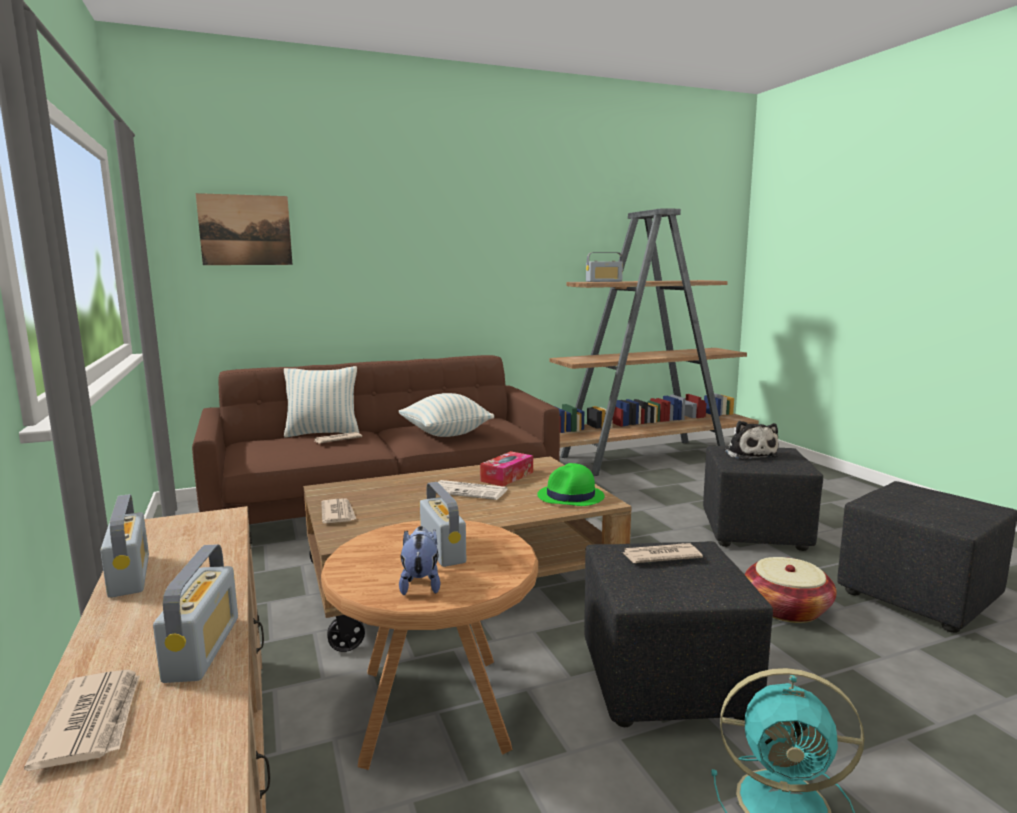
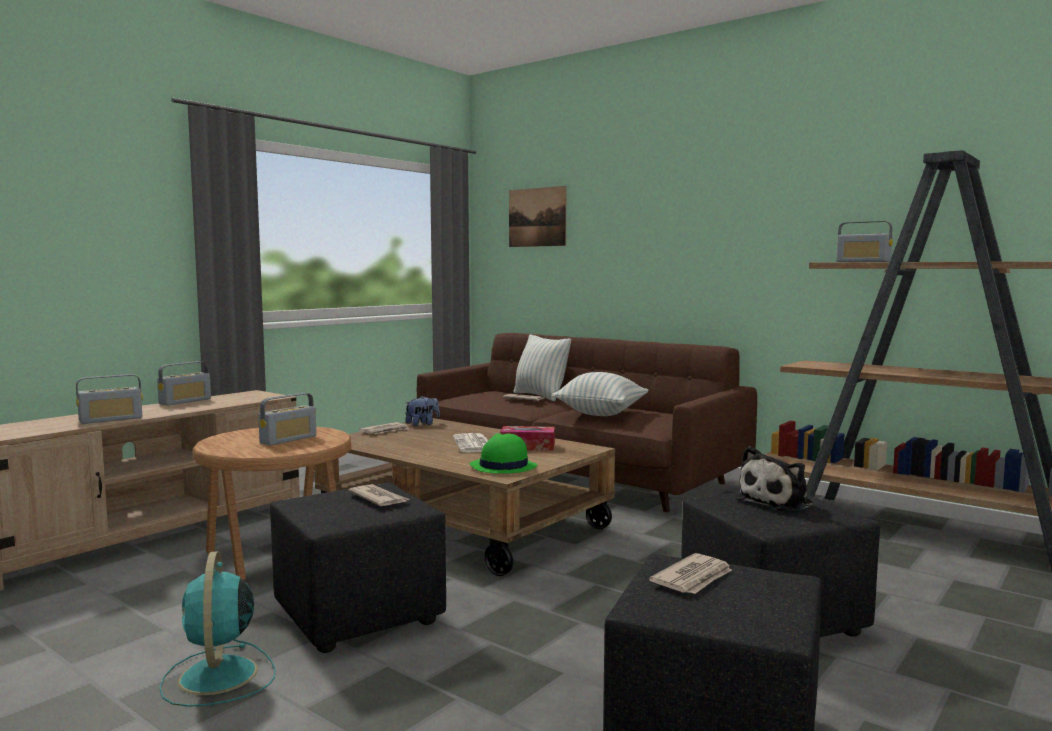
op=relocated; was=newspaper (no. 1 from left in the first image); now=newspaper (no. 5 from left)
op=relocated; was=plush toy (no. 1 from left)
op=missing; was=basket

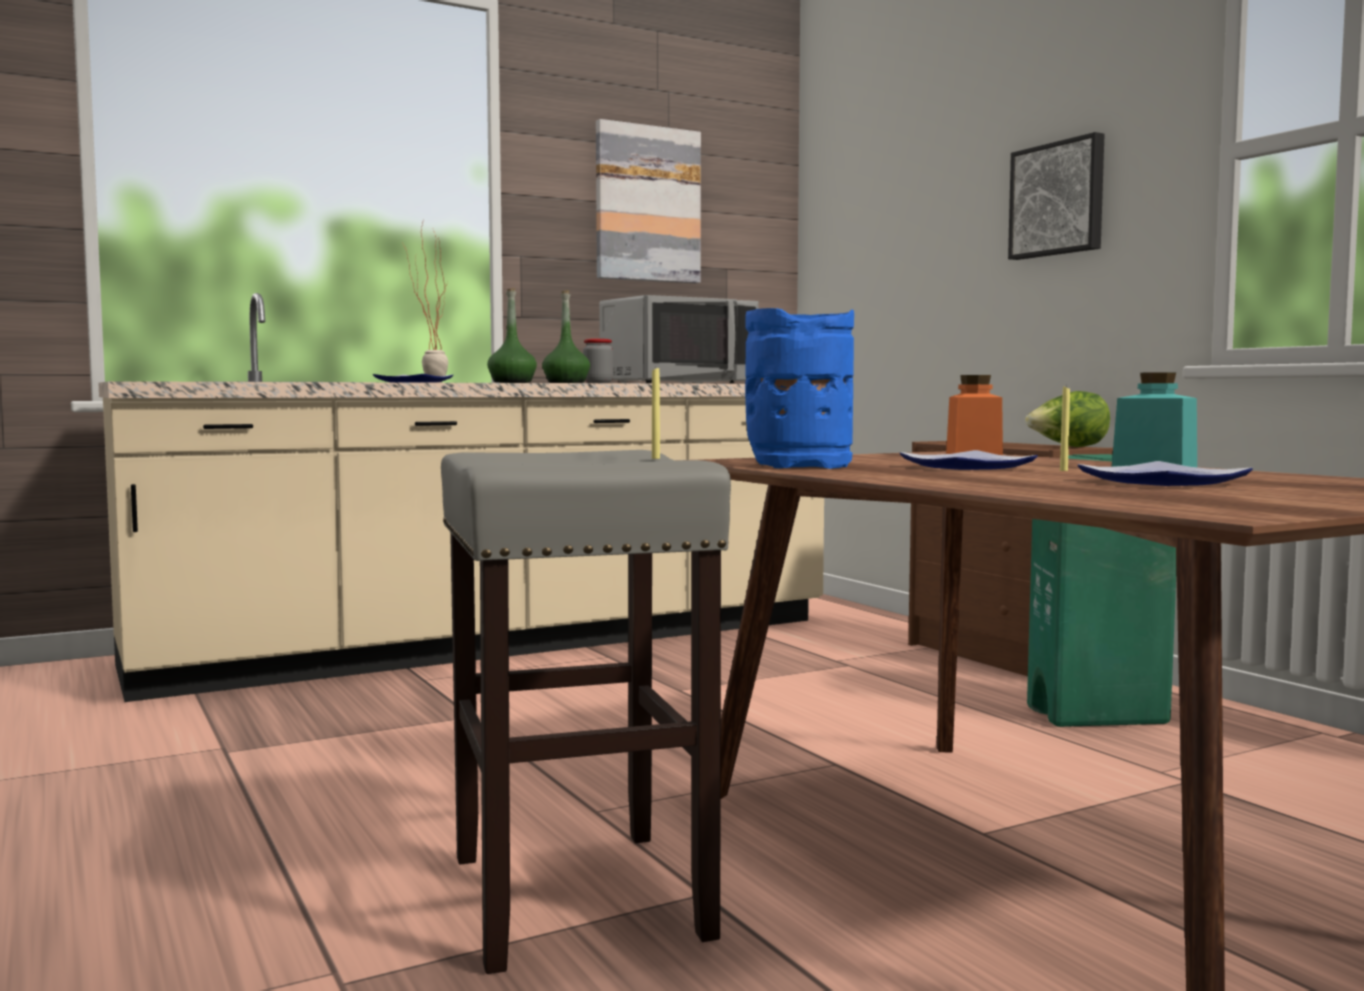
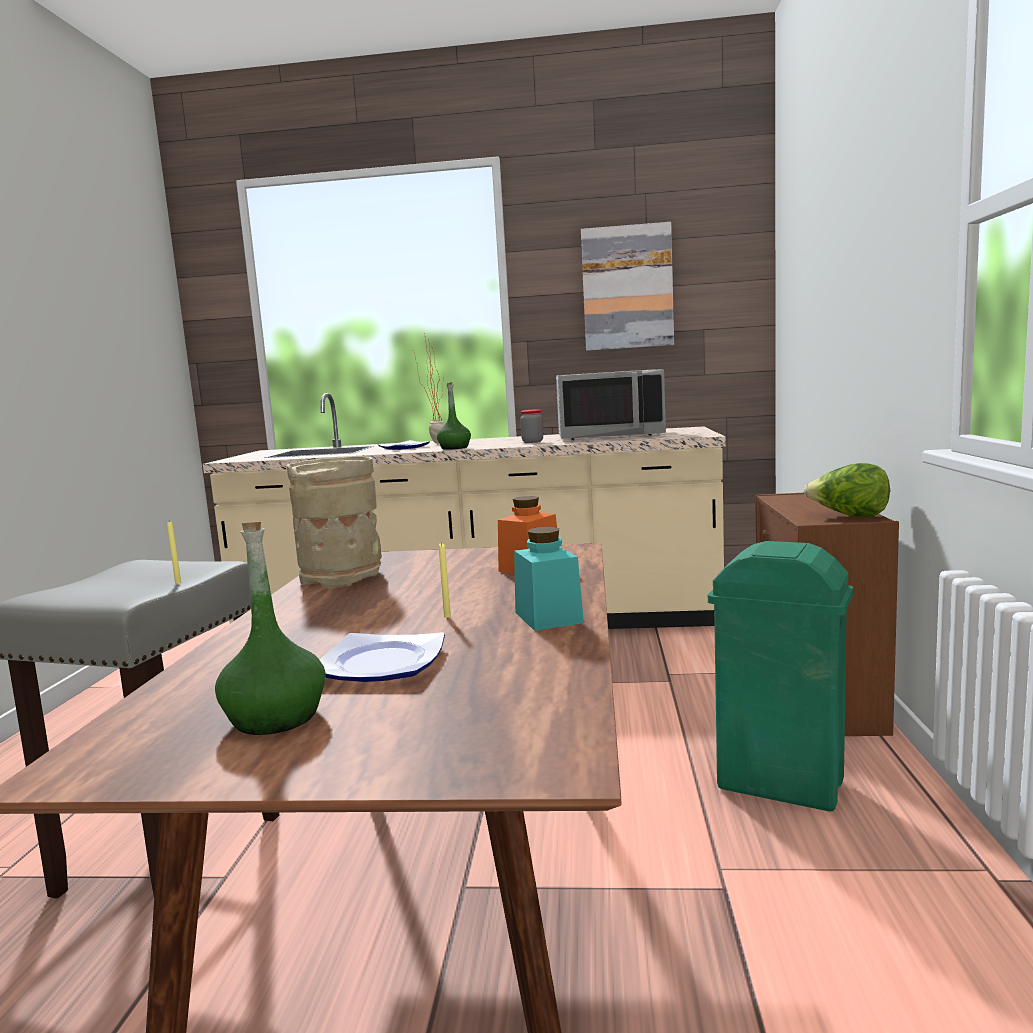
op=relocated; was=green bottle (no. 2 from left in the first image); now=green bottle (no. 1 from left)
op=colour; was=blue vase; now=beige vase
op=missing; was=plate (no. 2 from left)
op=missing; was=picture (no. 2 from left)

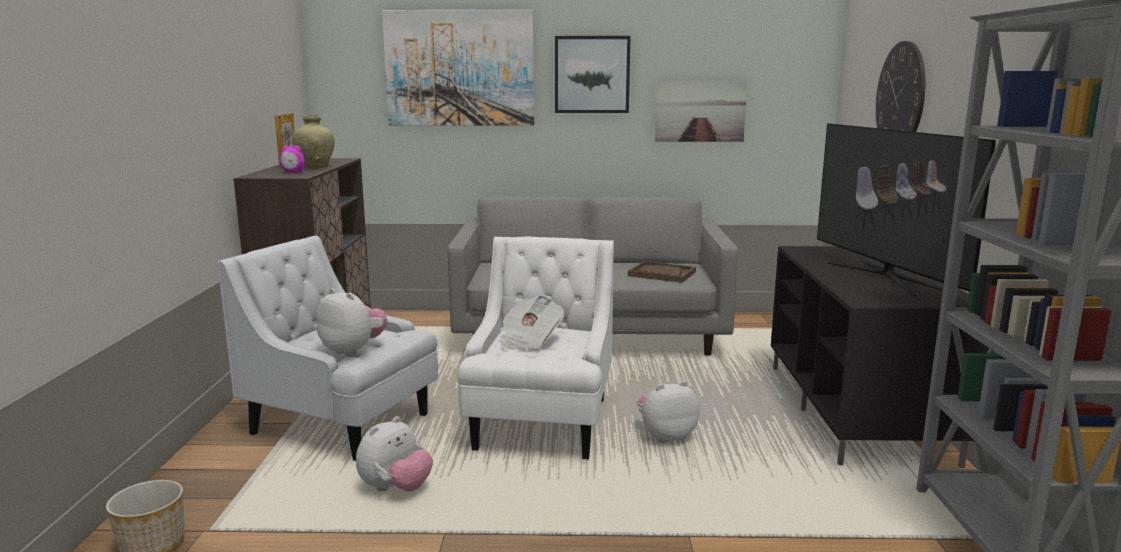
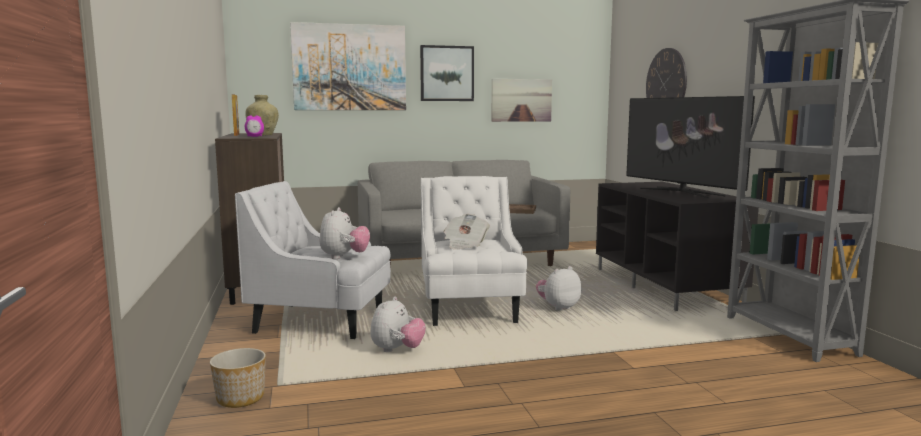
op=spun; was=plush toy (no. 1 from left); clockwise=75

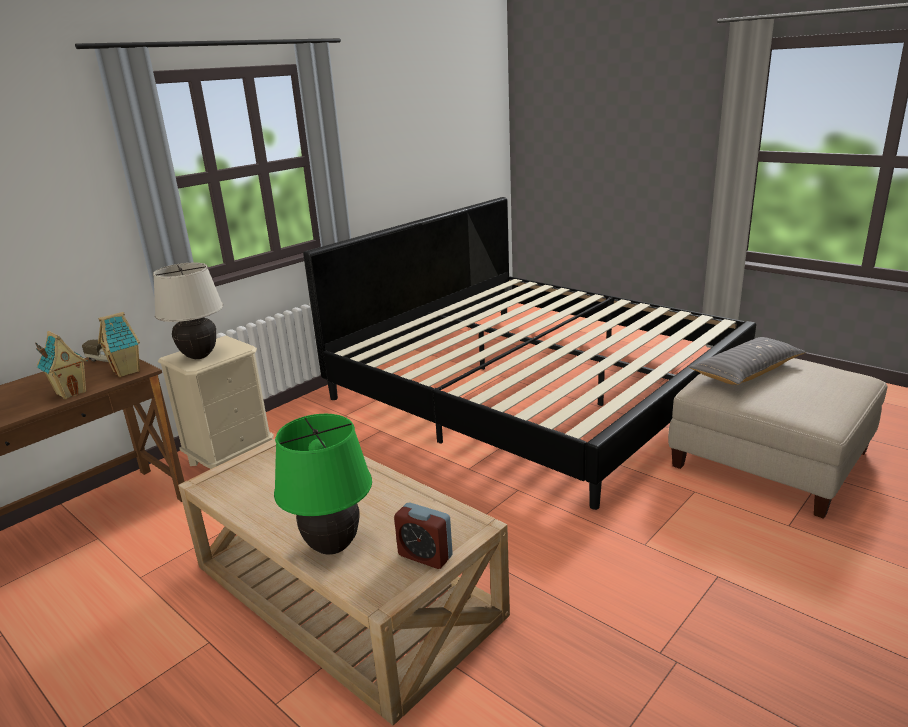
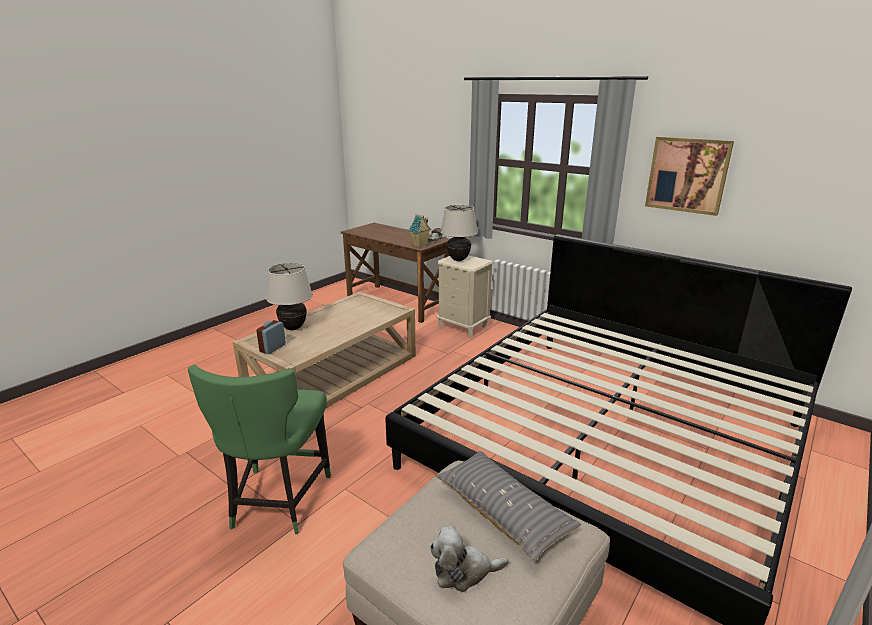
op=missing; was=toy house (no. 1 from left)
op=colour; was=green table lamp; now=beige table lamp (no. 1 from left)
op=appeared; now=green chair
op=appeared; now=plush toy
op=appeared; now=picture

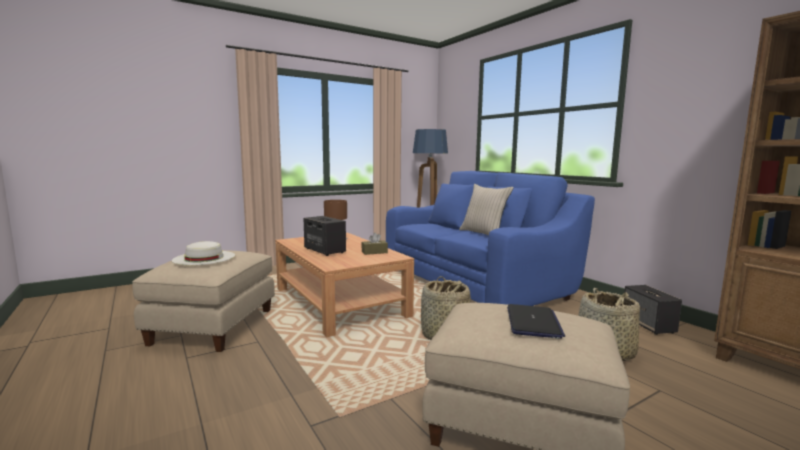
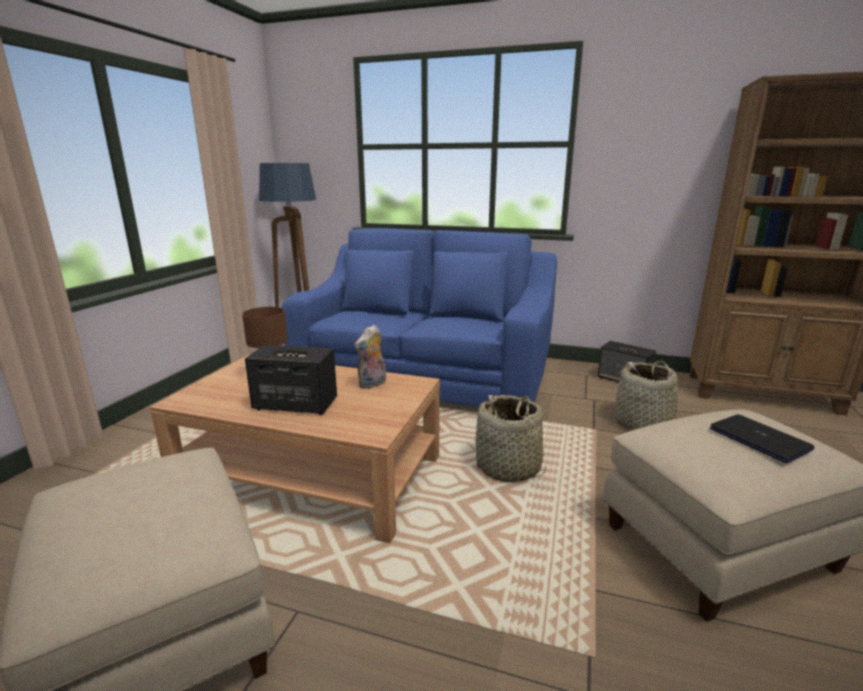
op=missing; was=white hat
op=exchanged; was=brown tissue box; now=plush toy
op=missing; was=beige pillow

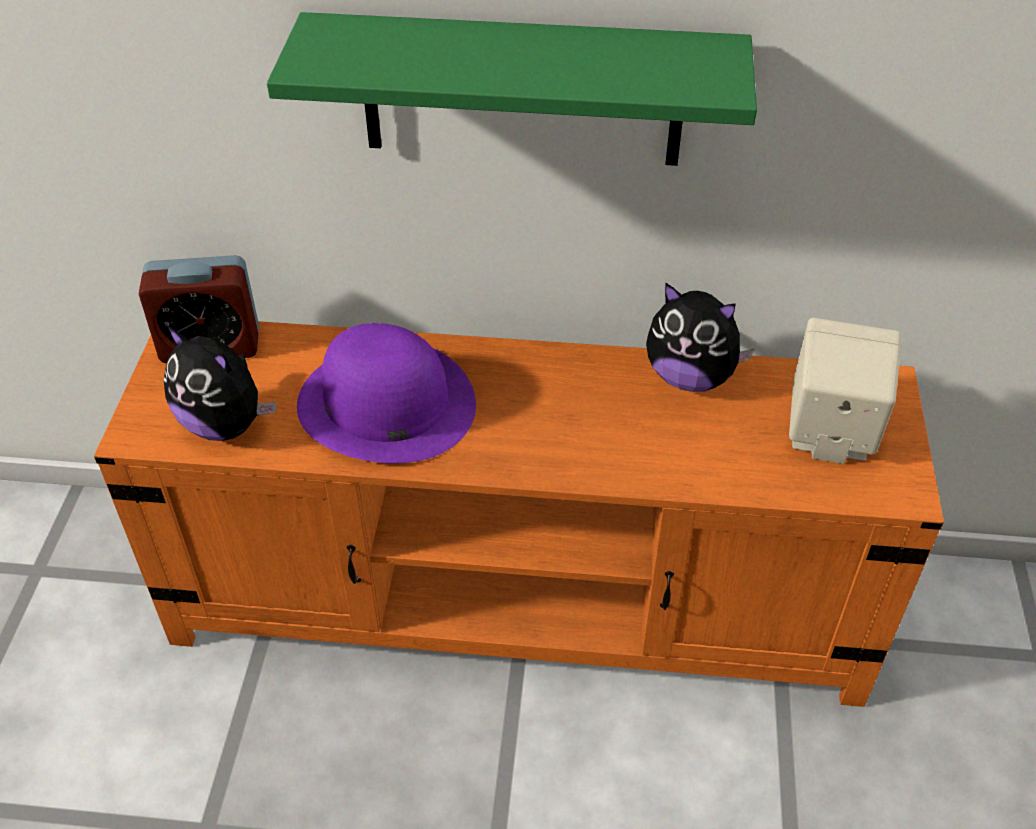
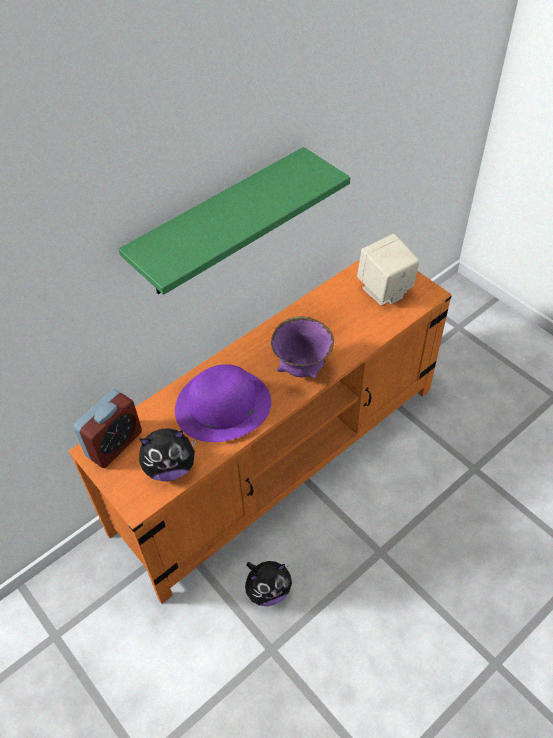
op=relocated; was=plush toy (no. 2 from left)
op=appeared; now=purple bowl

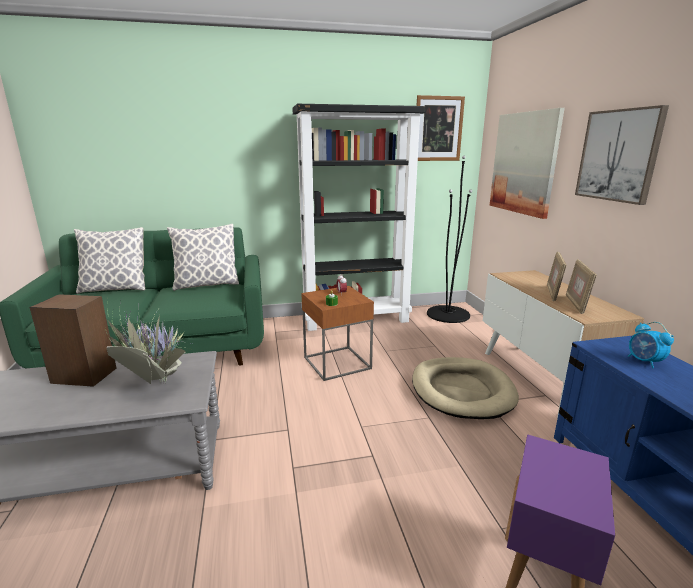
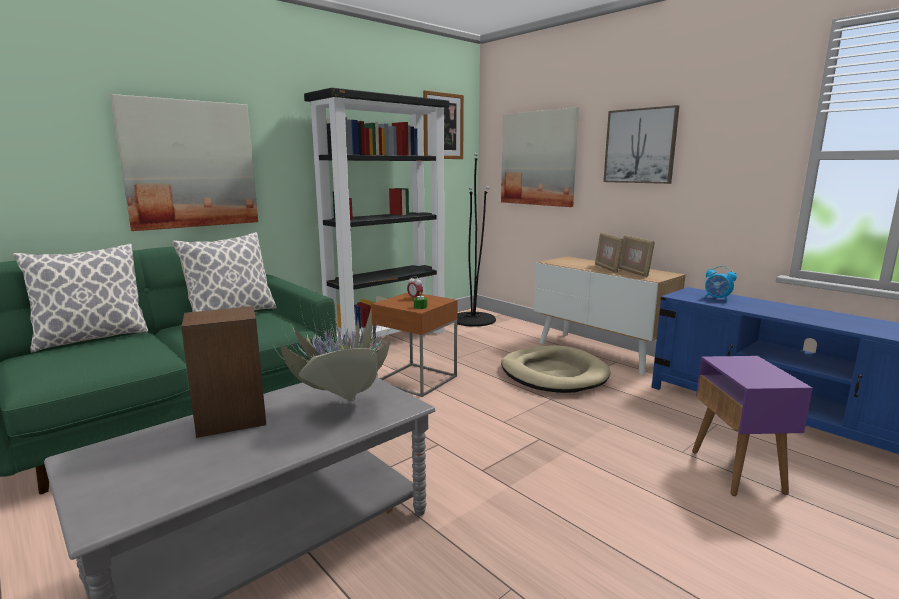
op=appeared; now=picture (no. 1 from left)

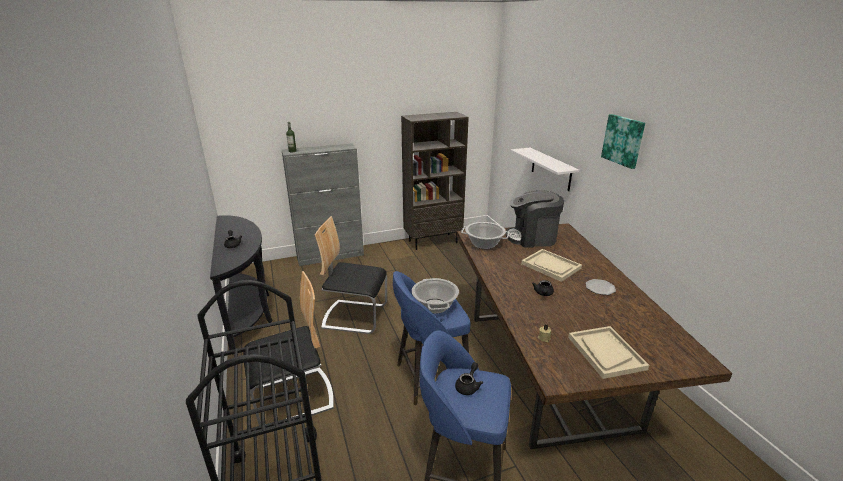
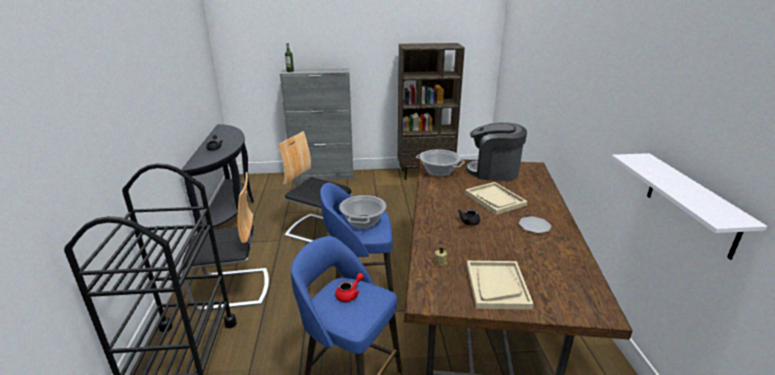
op=colour; was=black teapot (no. 2 from left); now=red teapot
op=relocated; was=white shelf
op=missing; was=picture

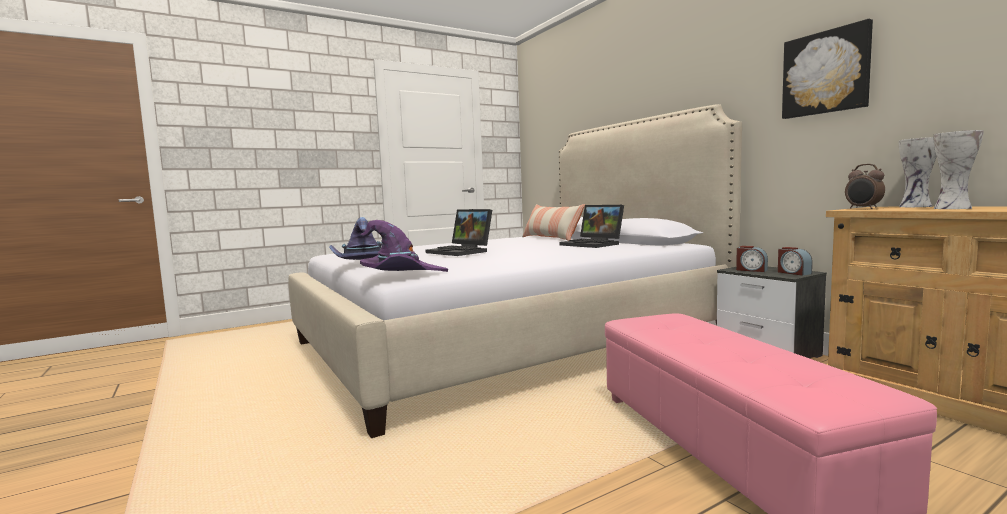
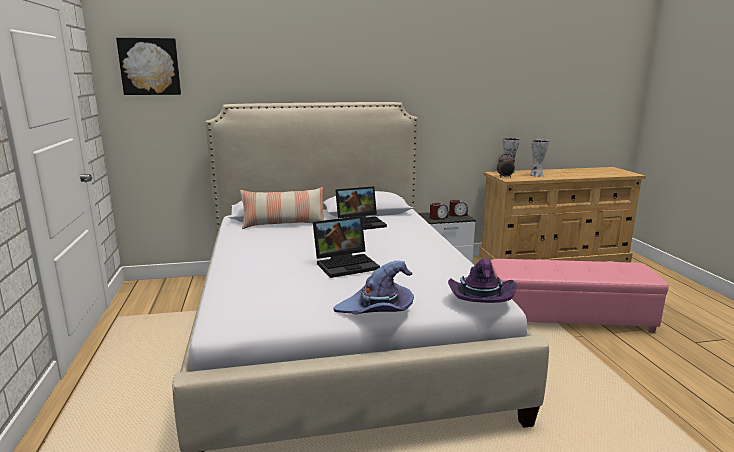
op=relocated; was=picture

